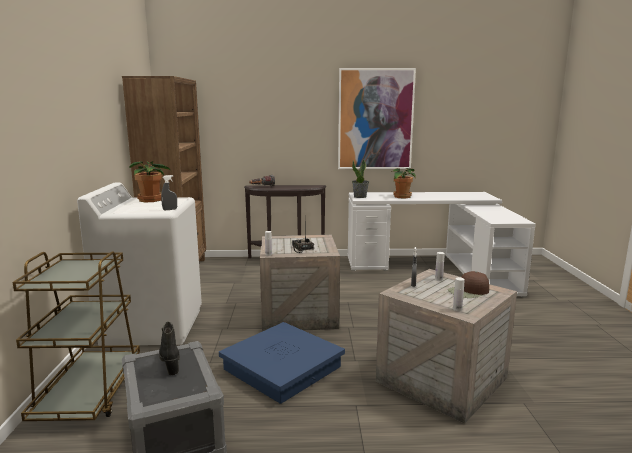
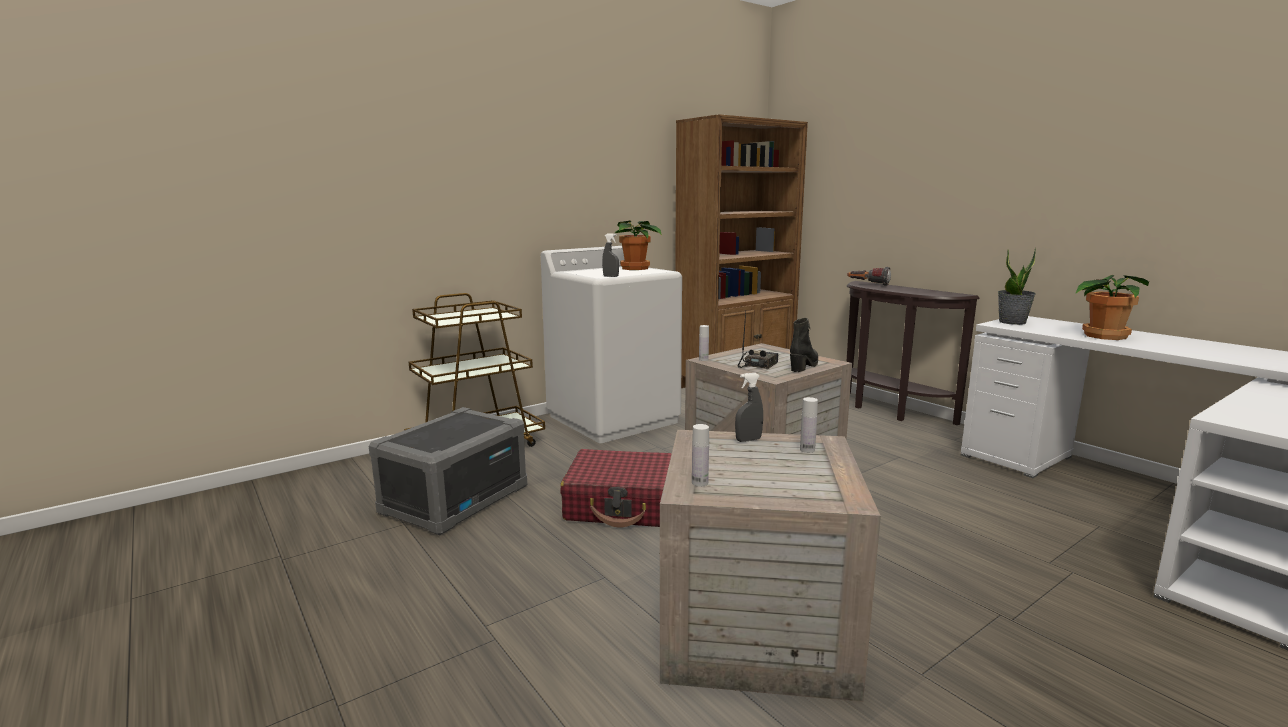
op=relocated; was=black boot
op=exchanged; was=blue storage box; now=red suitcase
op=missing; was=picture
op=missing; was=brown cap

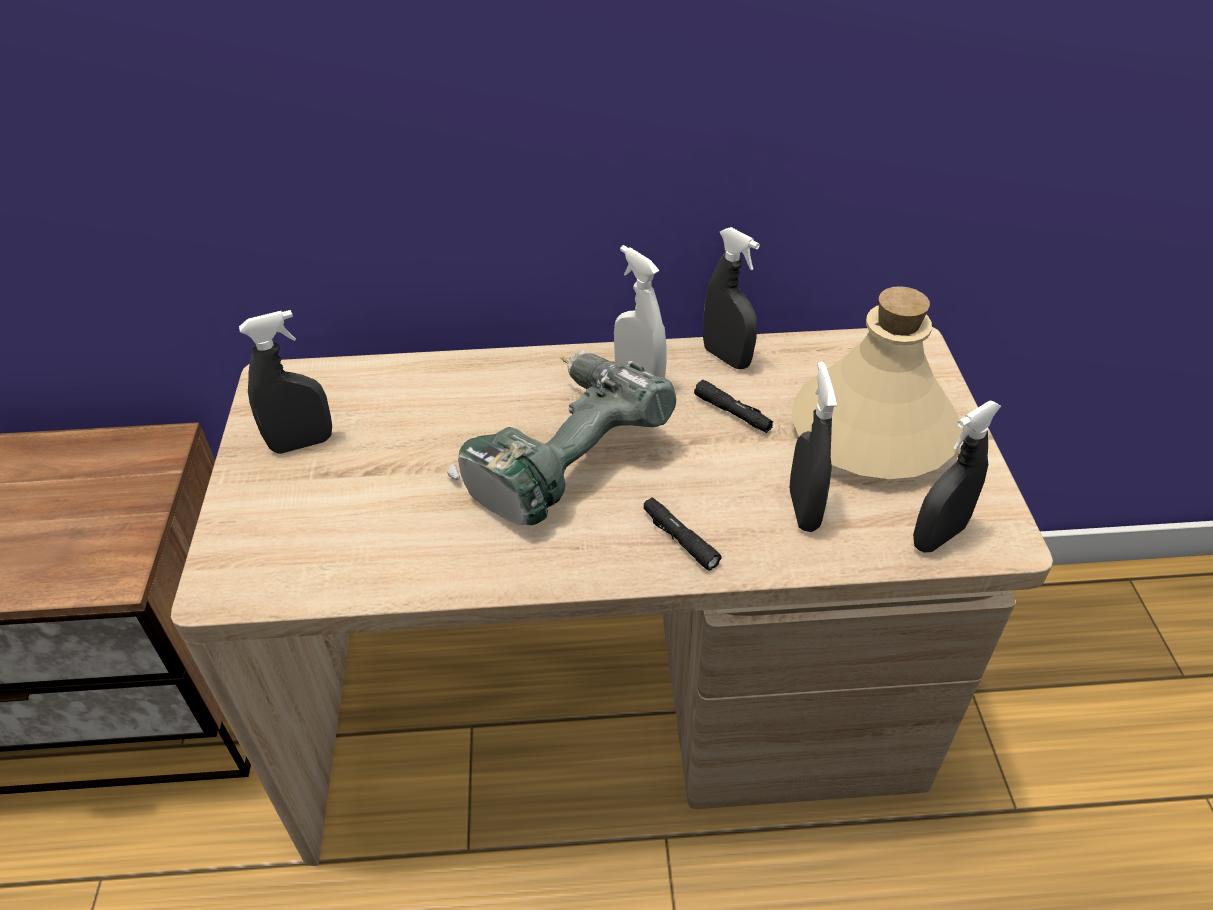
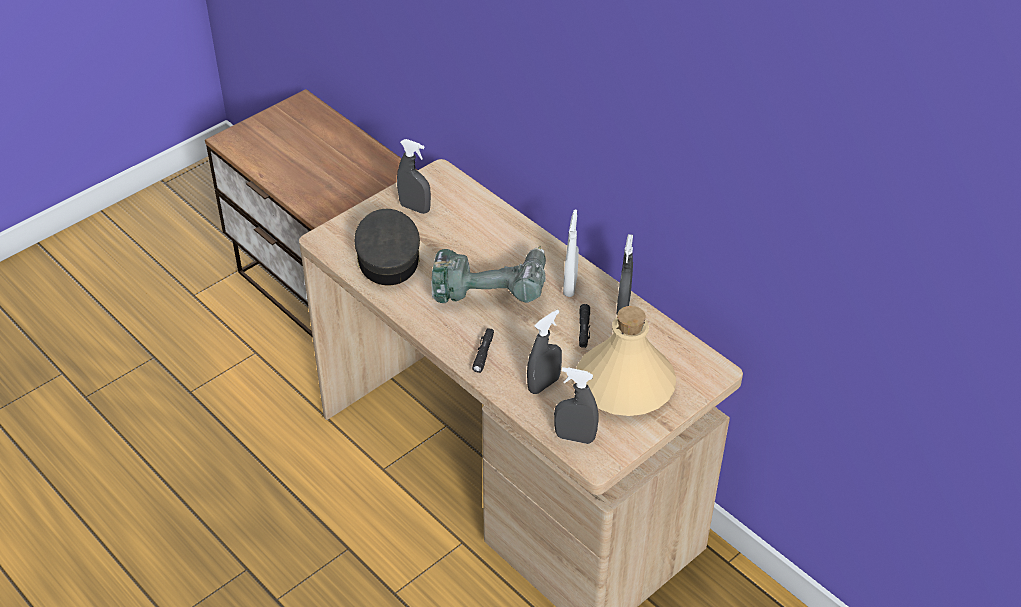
op=appeared; now=grey cap

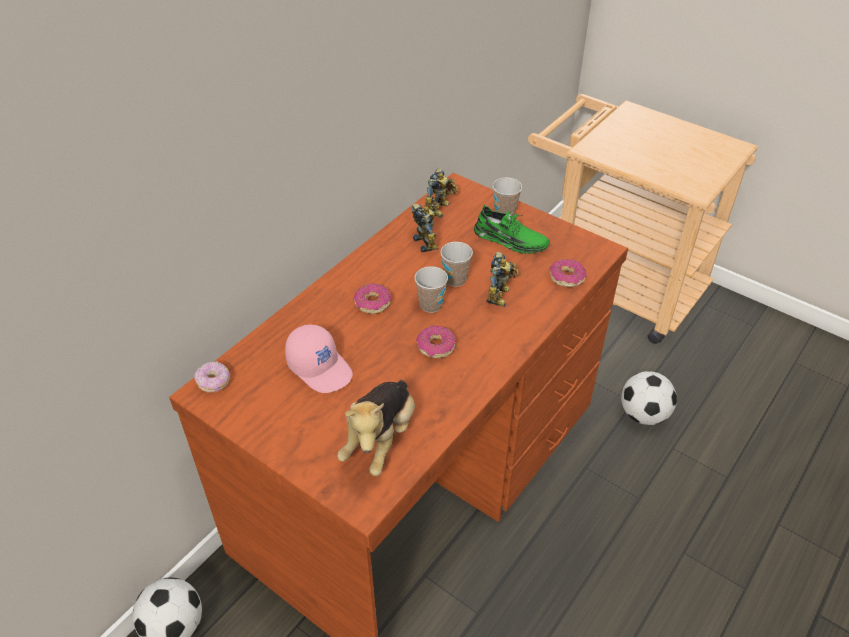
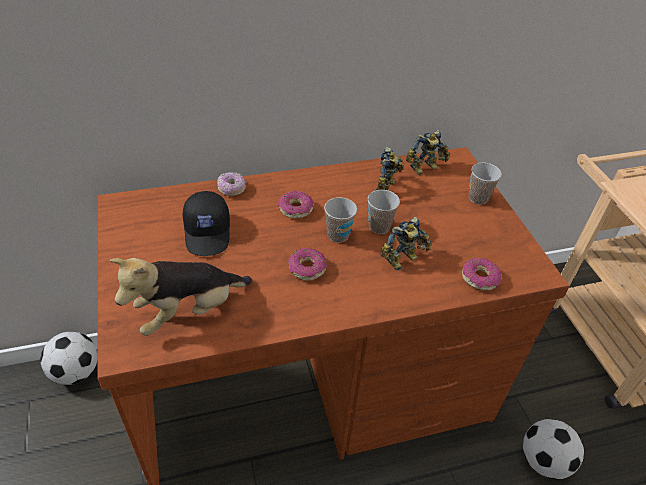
op=relocated; was=donut (no. 1 from left)
op=colour; was=pink cap; now=black cap
op=missing; was=green shoe

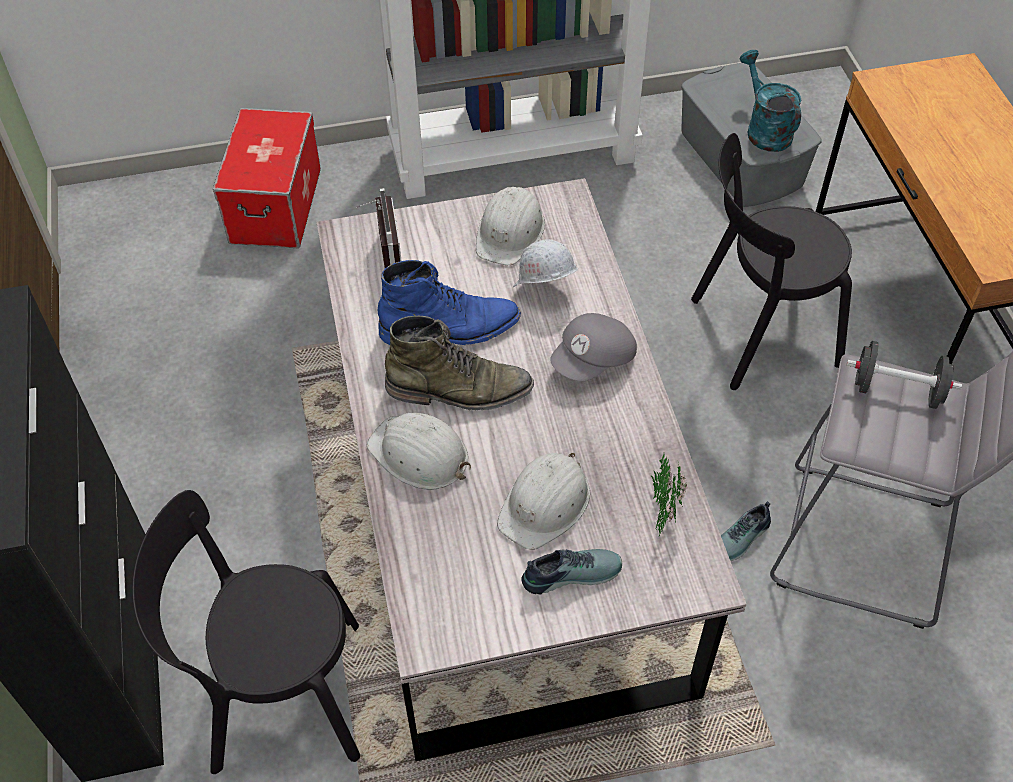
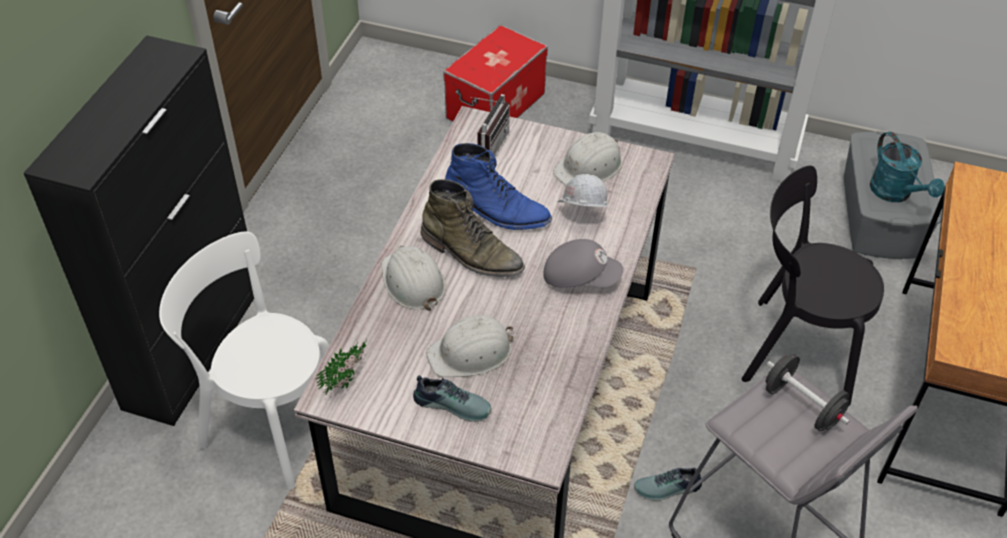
op=colour; was=black chair (no. 1 from left); now=white chair
op=spun; was=grey cap; clockwise=-150
op=relocated; was=potted plant
op=spun; was=turquoise watering can; clockwise=150

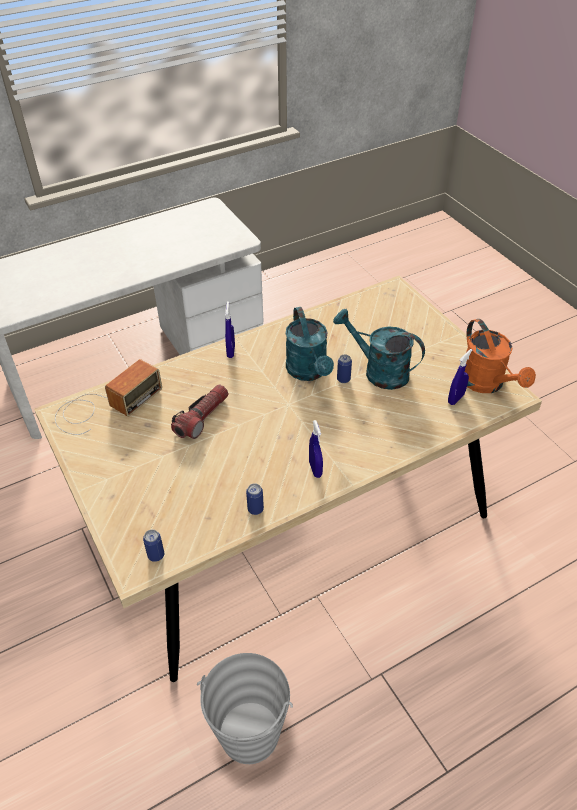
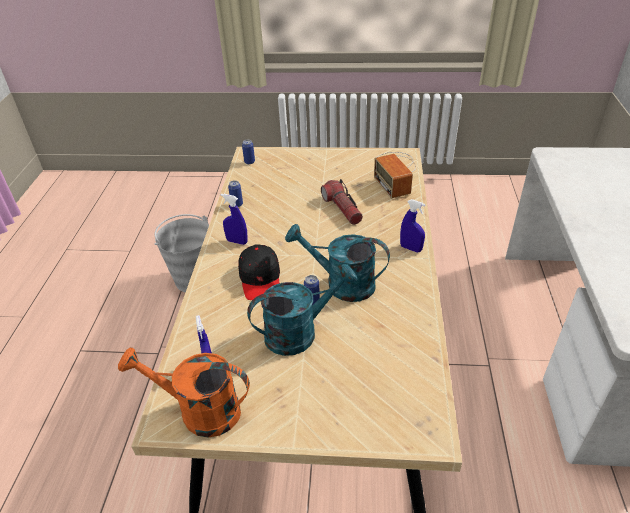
op=appeared; now=black cap

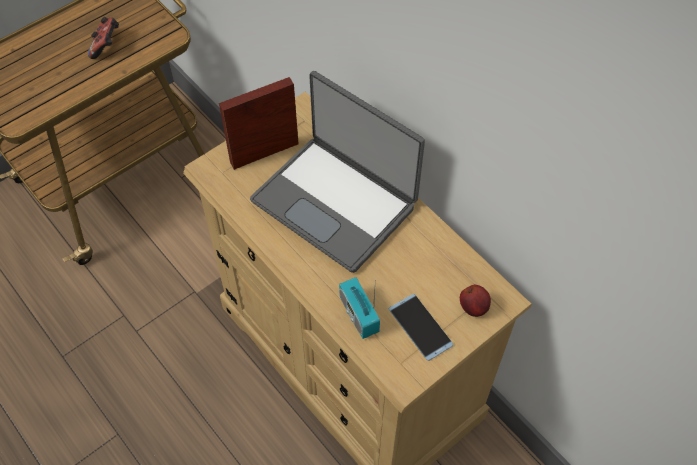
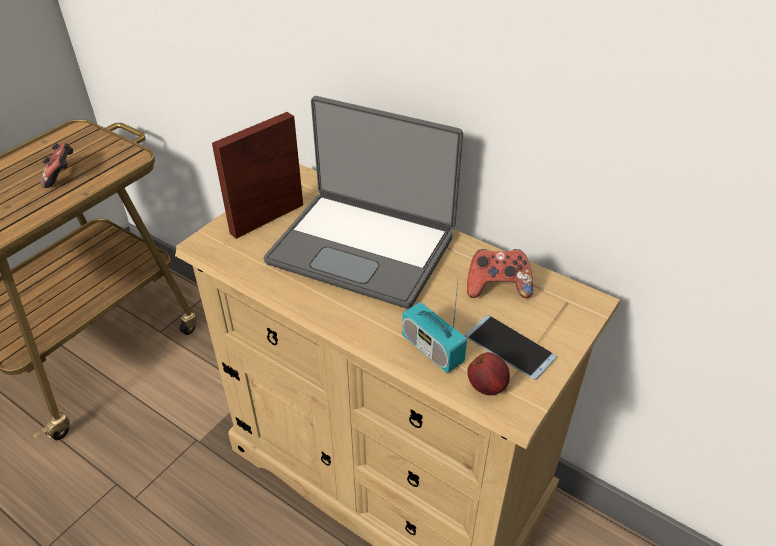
op=relocated; was=apple
op=appeared; now=game controller (no. 2 from left)

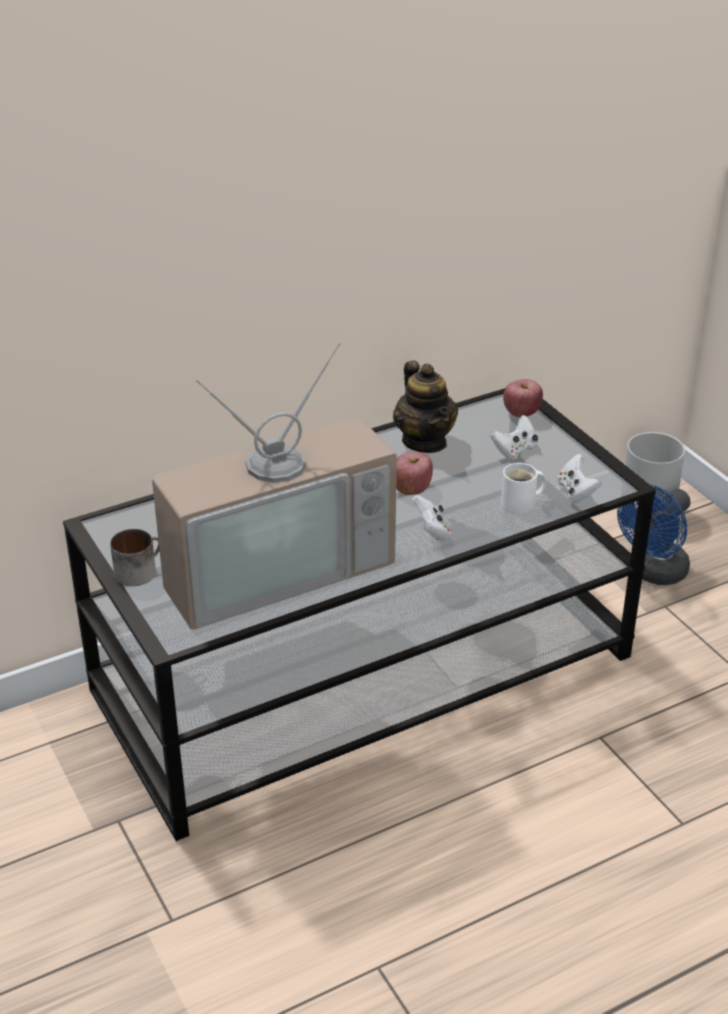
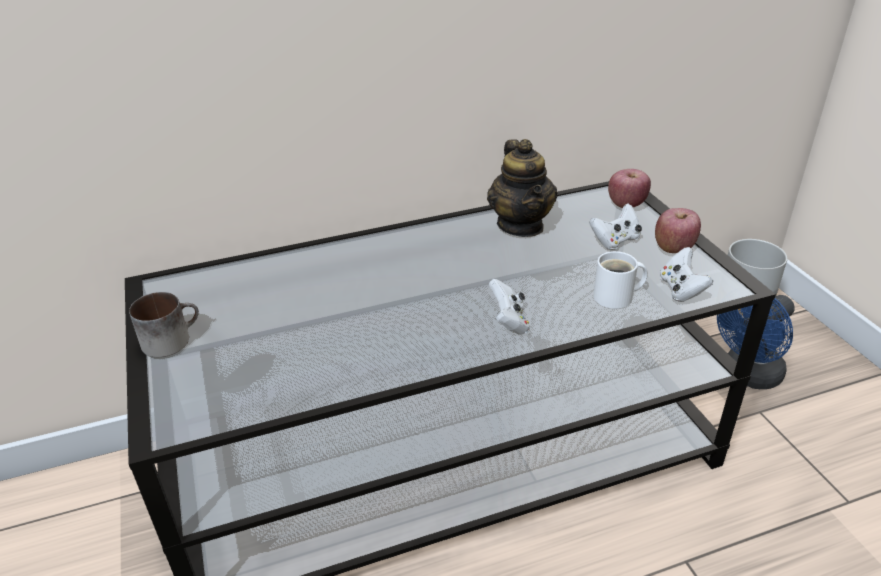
op=missing; was=television
op=relocated; was=apple (no. 1 from left in the first image); now=apple (no. 2 from left)

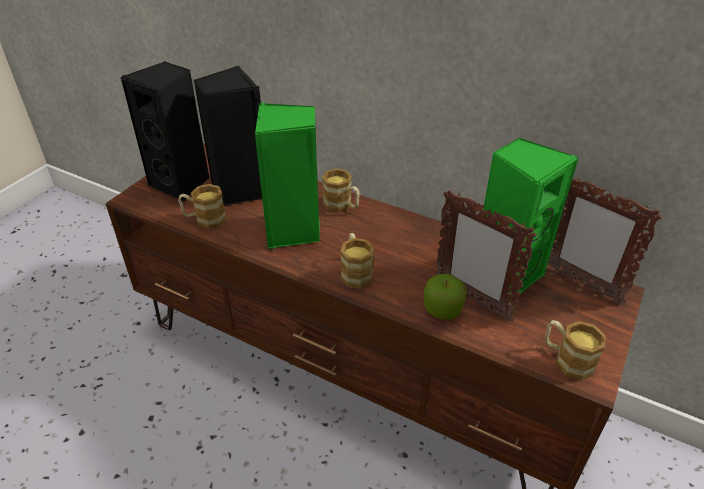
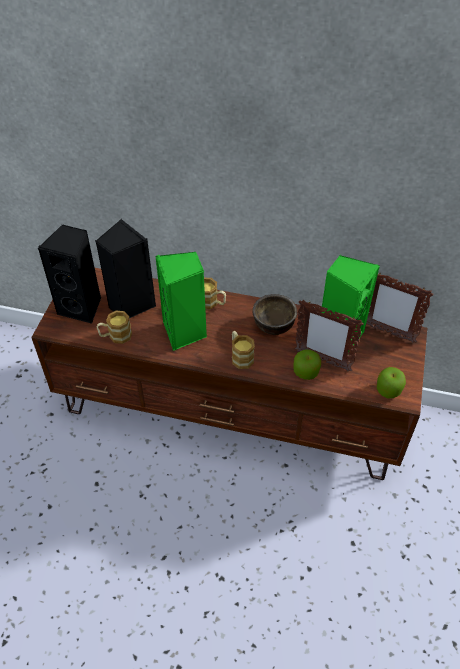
op=exchanged; was=mug (no. 4 from left); now=apple (no. 2 from left)
op=appeared; now=brown bowl

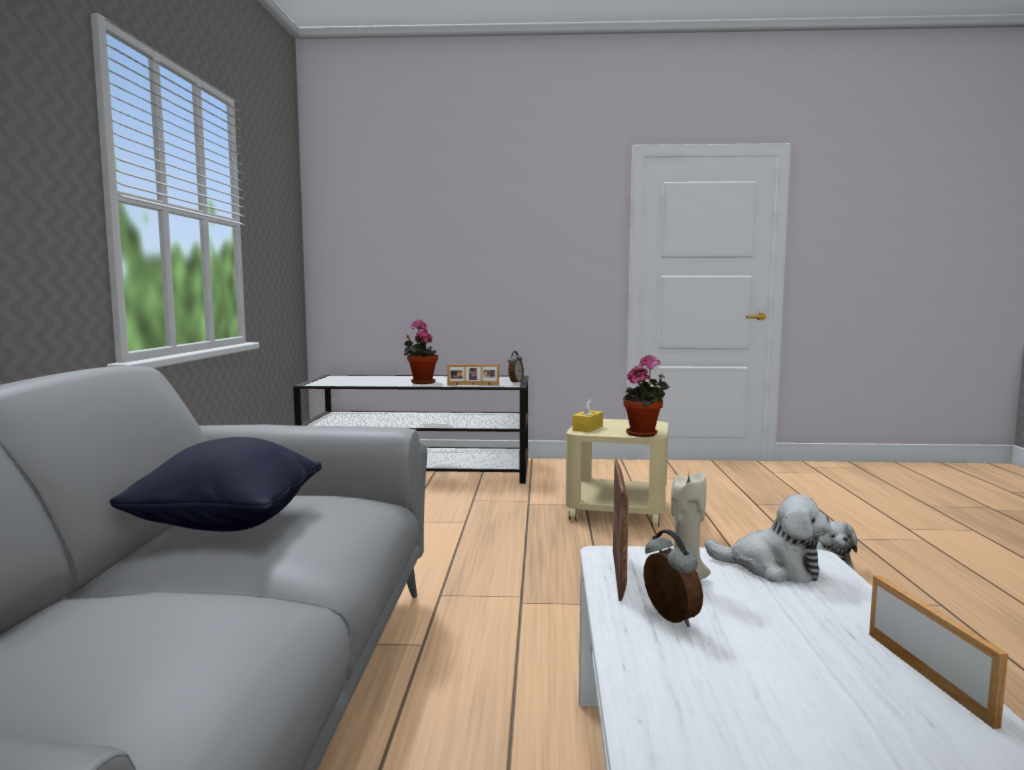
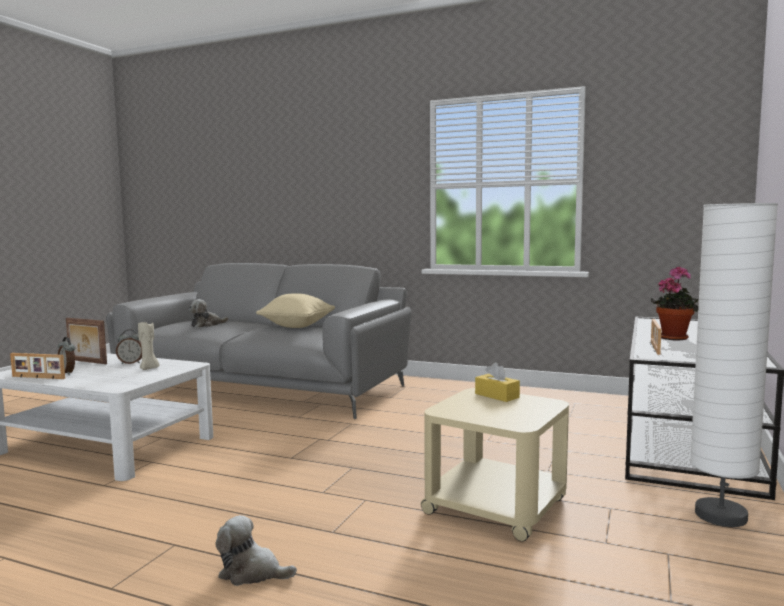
op=colour; was=black pillow; now=beige pillow
op=relocated; was=alarm clock (no. 1 from left)
op=relocated; was=picture frame (no. 2 from left)
op=missing; was=potted plant (no. 2 from left)
op=relocated; was=plush toy (no. 1 from left)
op=appeared; now=white floor lamp

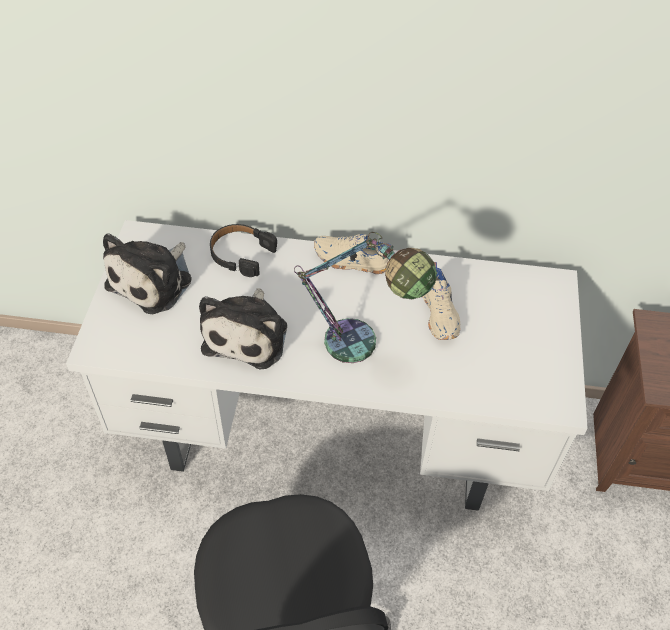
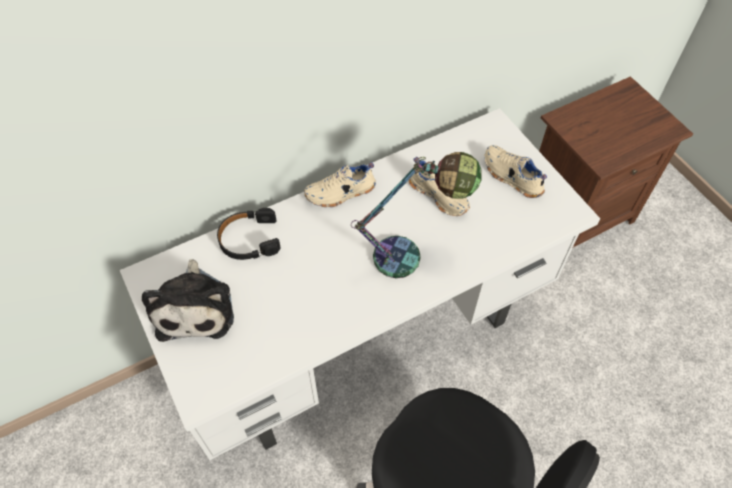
op=missing; was=plush toy (no. 2 from left)
op=appeared; now=beige shoe (no. 3 from left)

